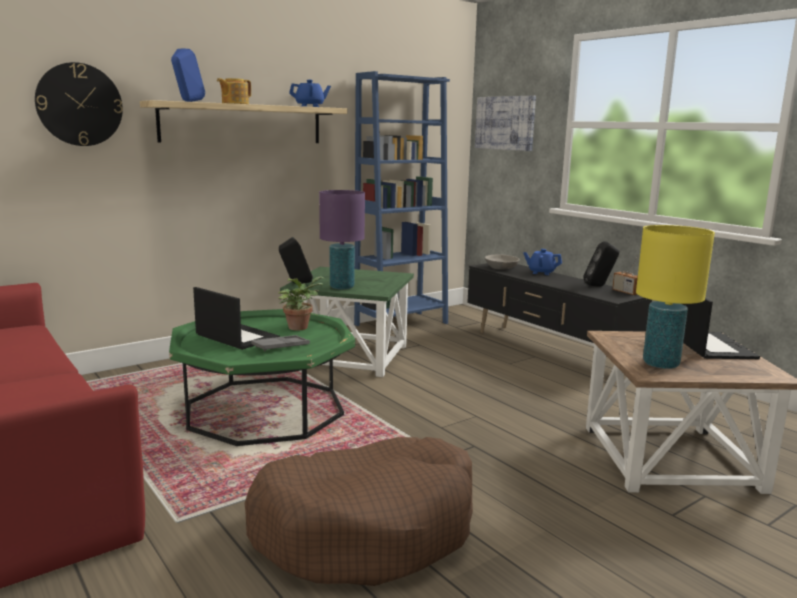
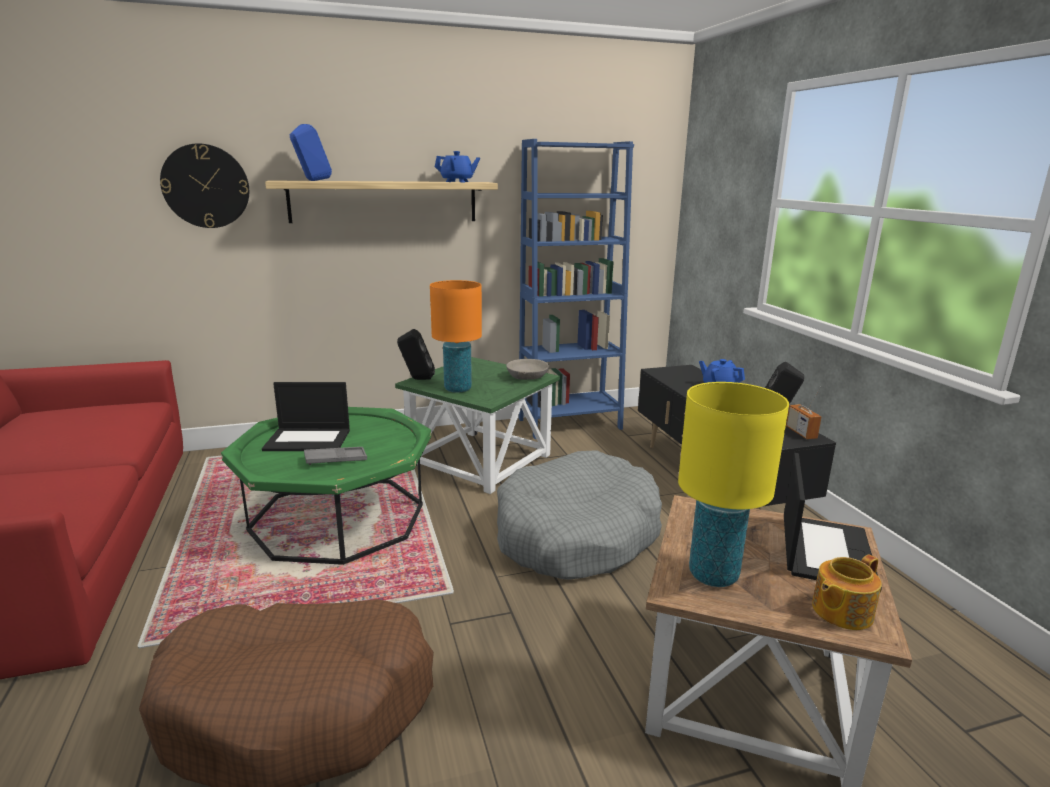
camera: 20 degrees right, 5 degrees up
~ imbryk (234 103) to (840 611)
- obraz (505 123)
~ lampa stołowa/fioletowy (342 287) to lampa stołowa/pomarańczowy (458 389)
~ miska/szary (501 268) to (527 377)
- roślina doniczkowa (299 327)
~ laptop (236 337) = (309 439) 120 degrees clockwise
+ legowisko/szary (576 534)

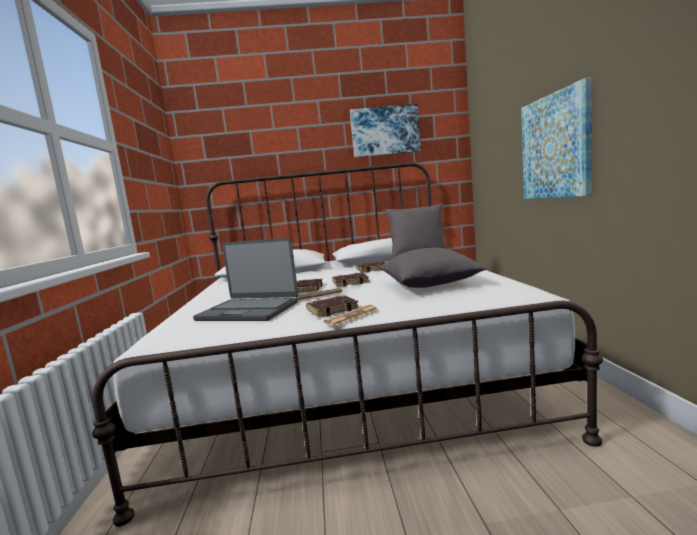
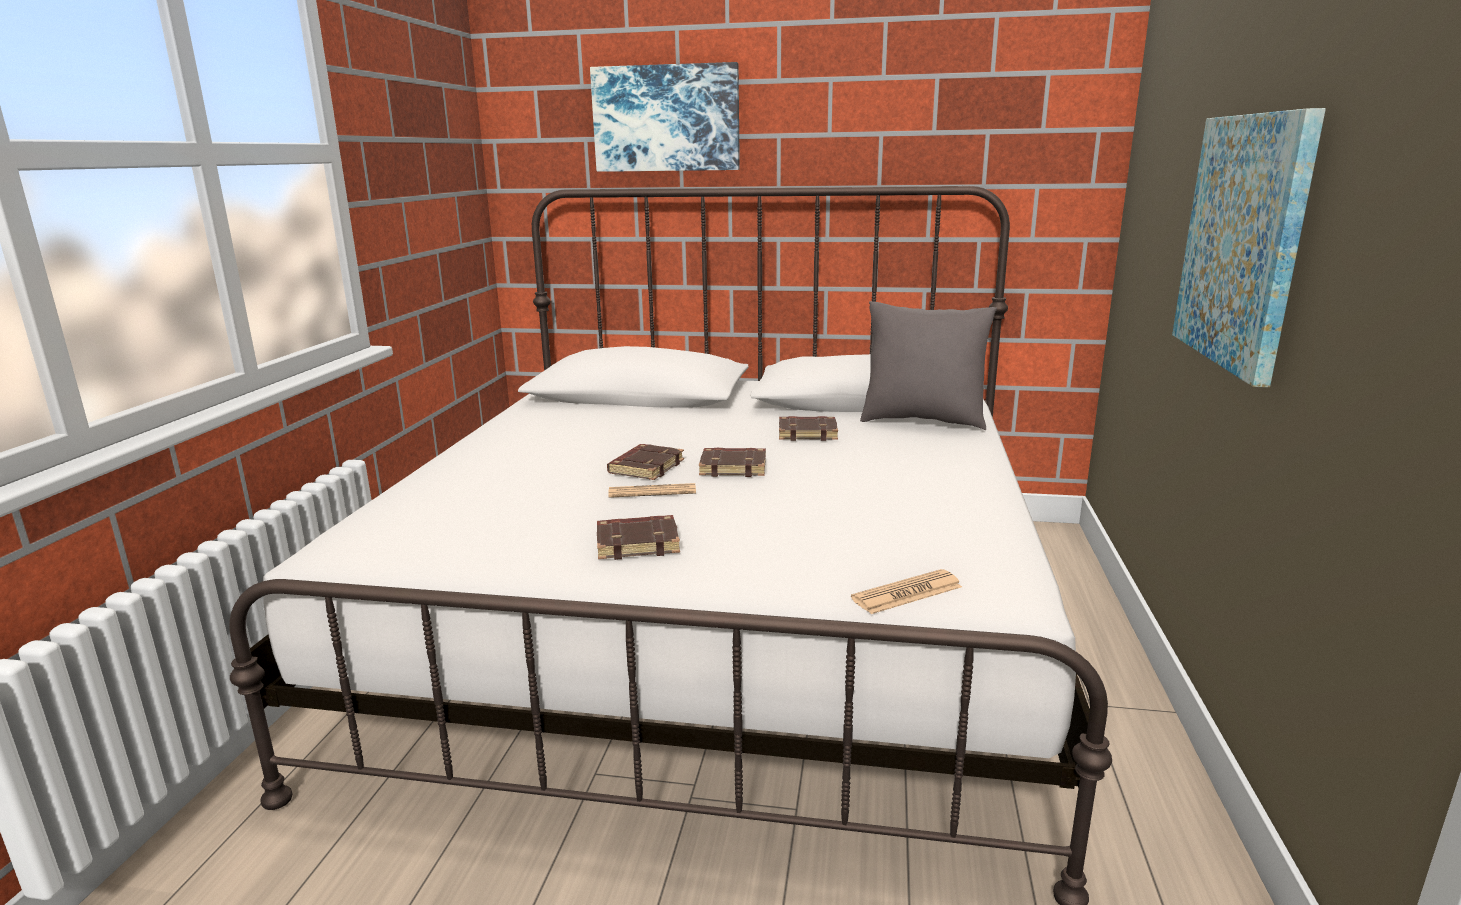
camera: 15 degrees right, 10 degrees up
~ obraz (385 131) to (666 119)
- laptop (249 311)
- poduszka/szary (430 285)
~ gazeta (352 316) to (907 593)

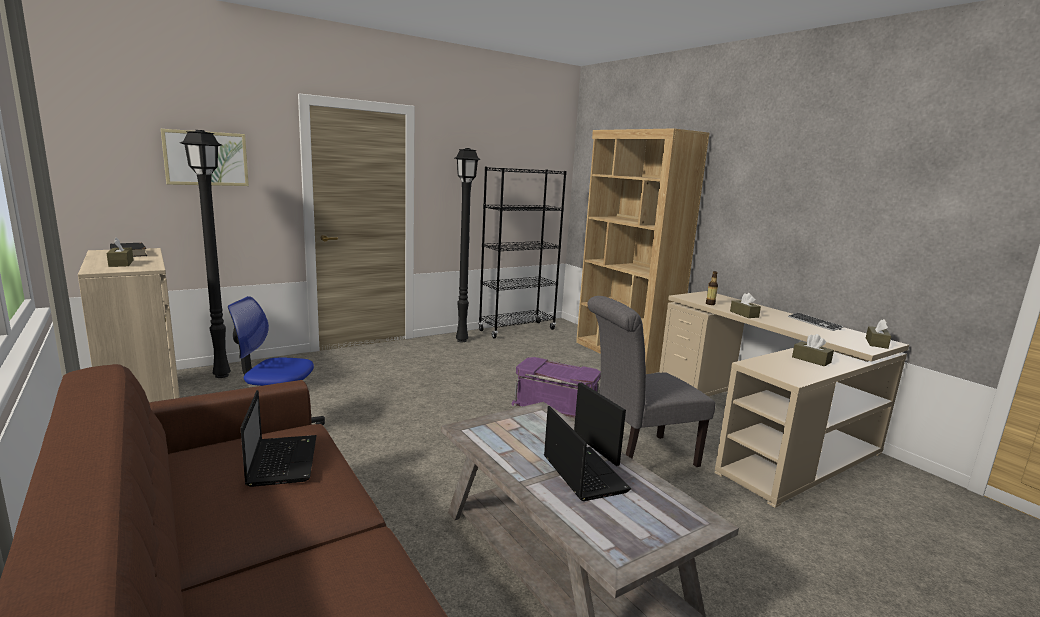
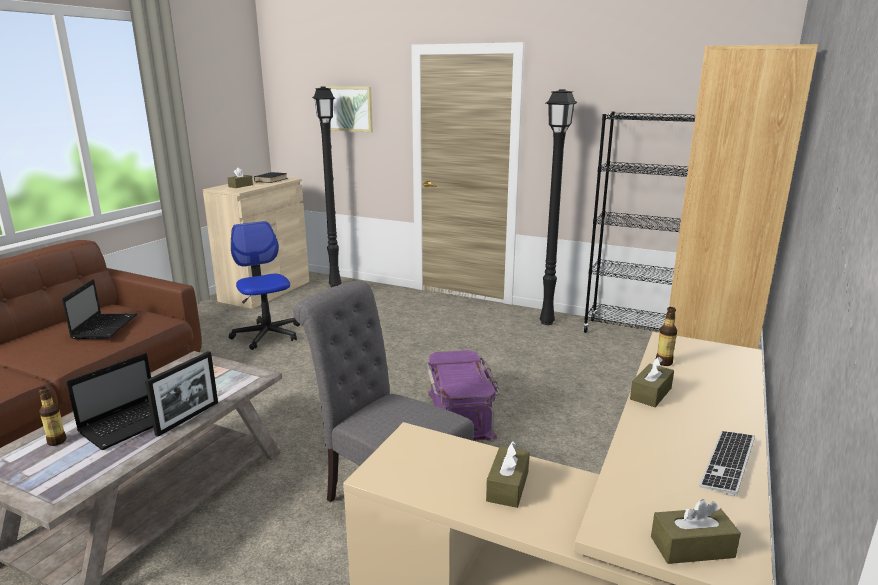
camera: 60 degrees right, 5 degrees up
~ laptop (282 460) = (105 326) 45 degrees counterclockwise
+ butelka (57 441)

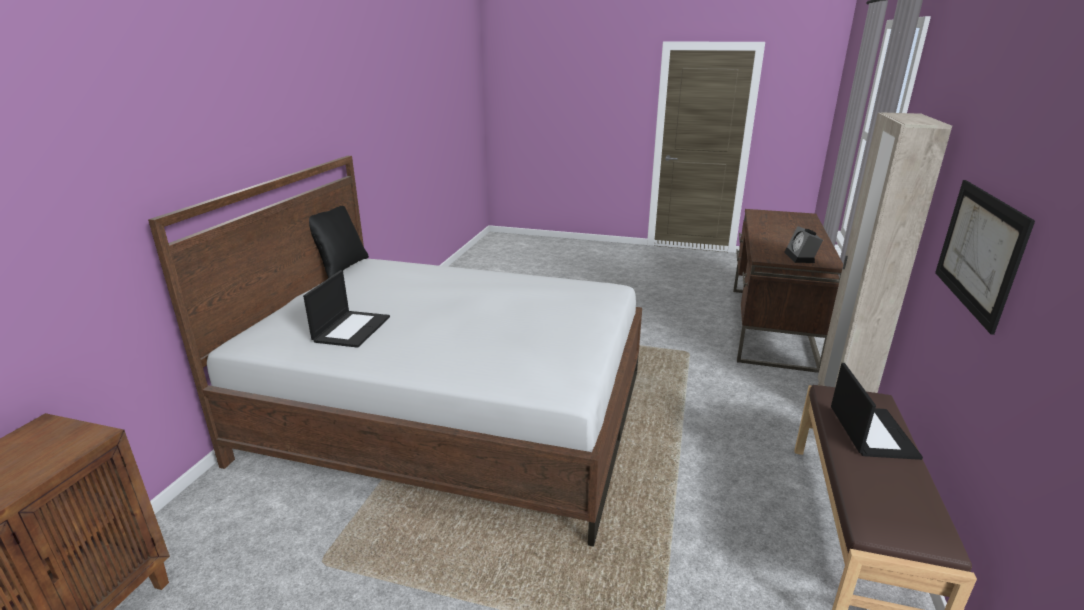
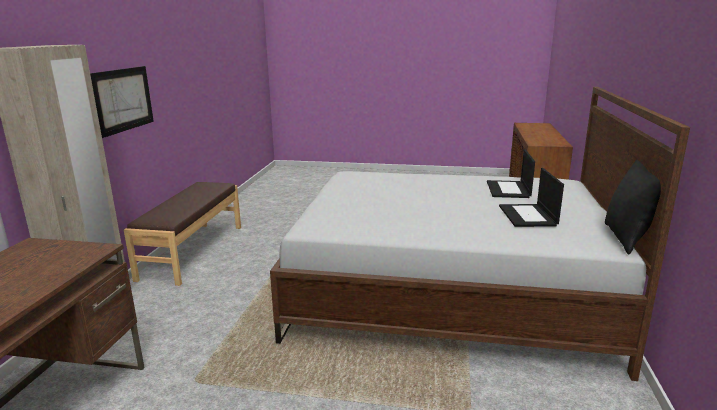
camera: 175 degrees right, 5 degrees down
- budzik (801 258)
~ laptop (871 431) to (528 216)

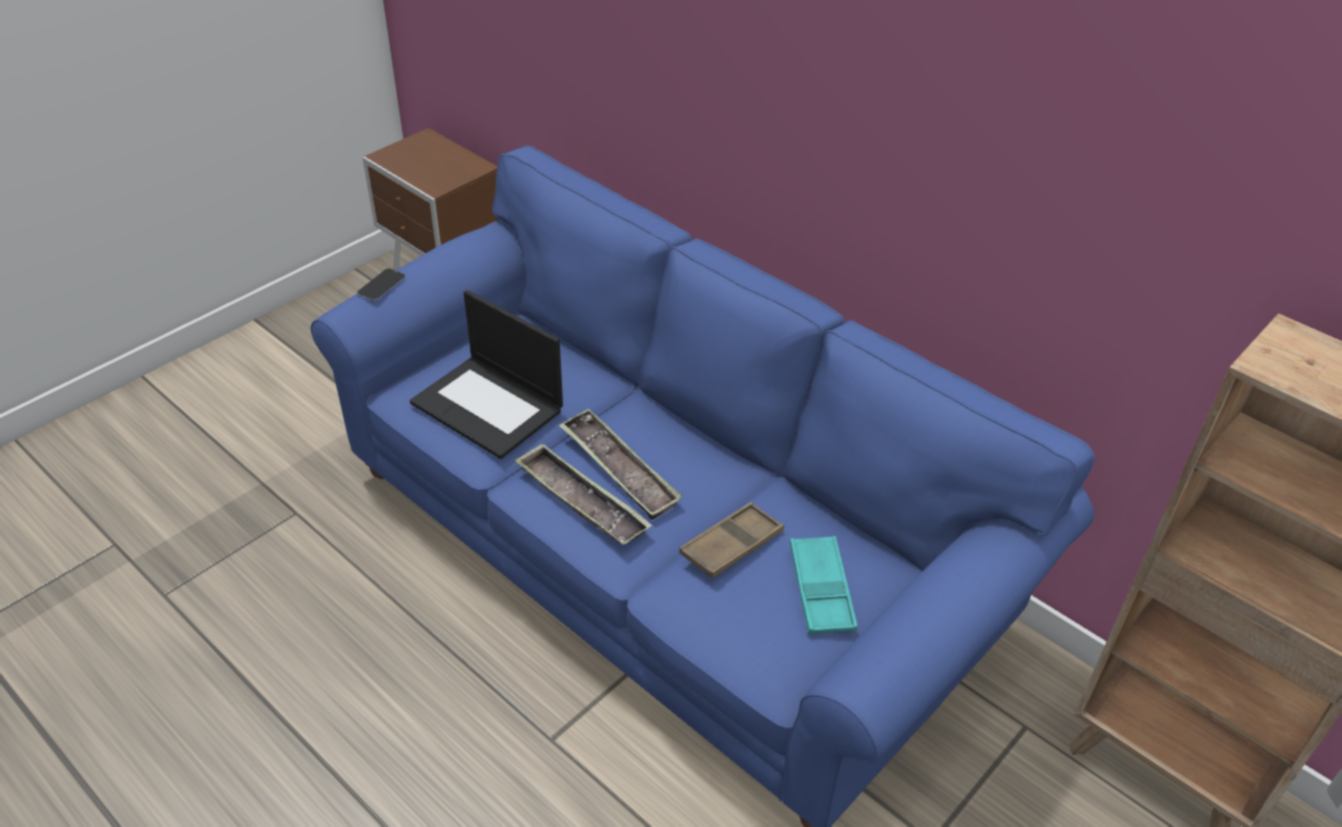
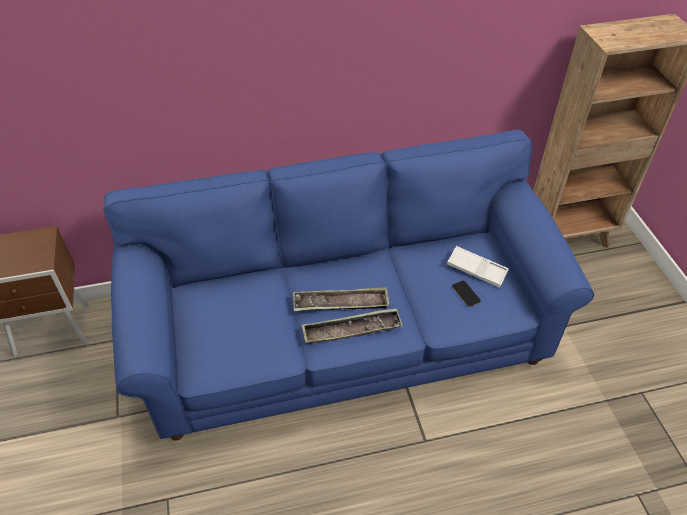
camera: 55 degrees left, 5 degrees up
~ telefon (381 285) to (466 294)
- laptop (489 406)
- taca/brązowy (731 545)
~ taca/turkusowy (821 590) to taca/biały (476 270)

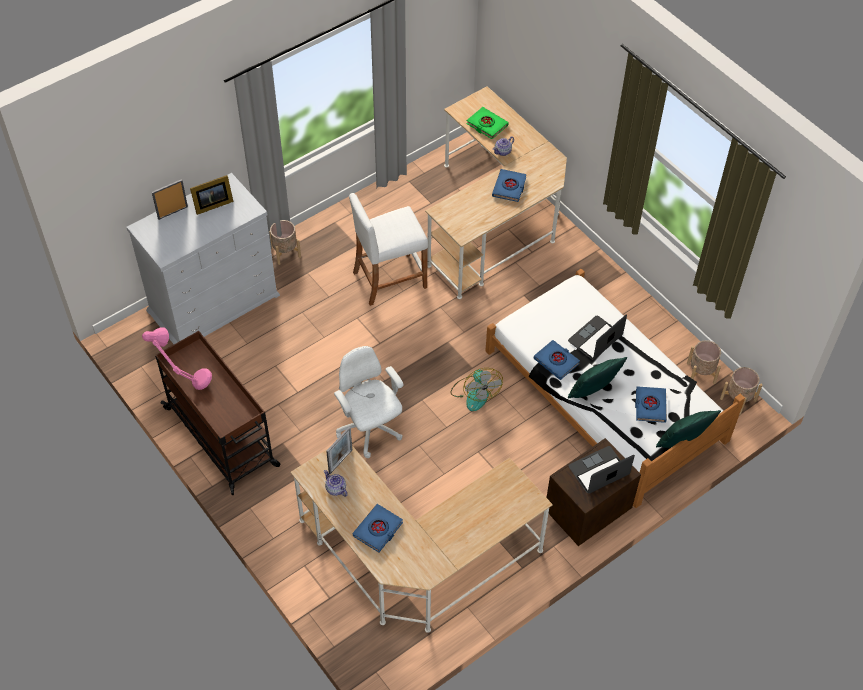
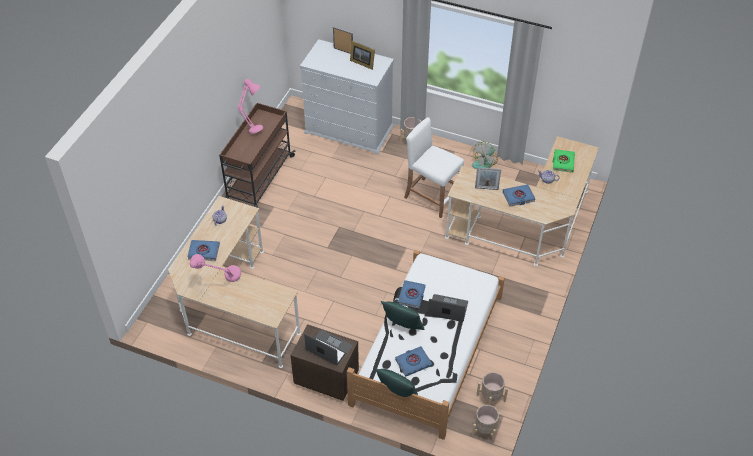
camera: 60 degrees right, 5 degrees down
- krzesło biurowe/biały (370 430)
~ wentylator (474 393) to (485 162)
~ ramka na zdjęcie (340 461) to (486 188)
+ lampa stołowa/różowy (219 283)

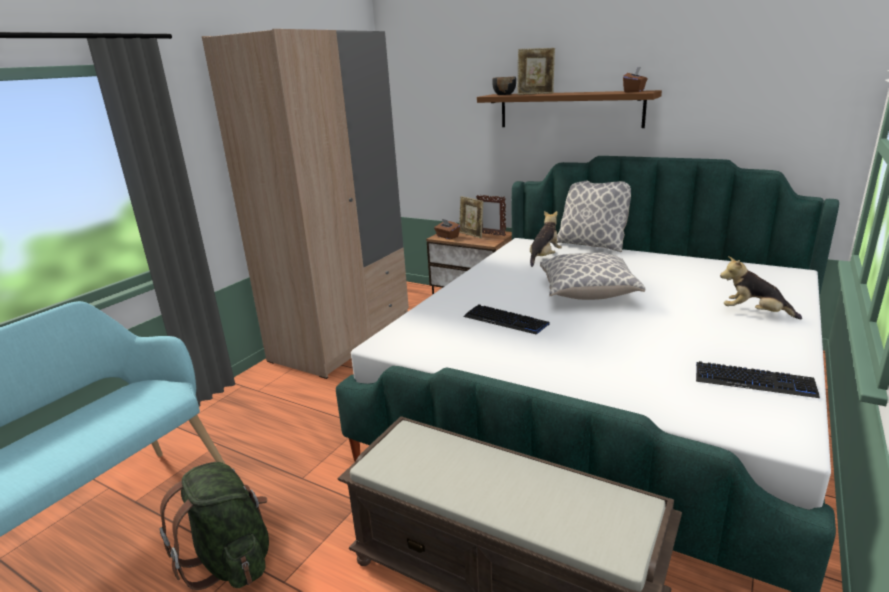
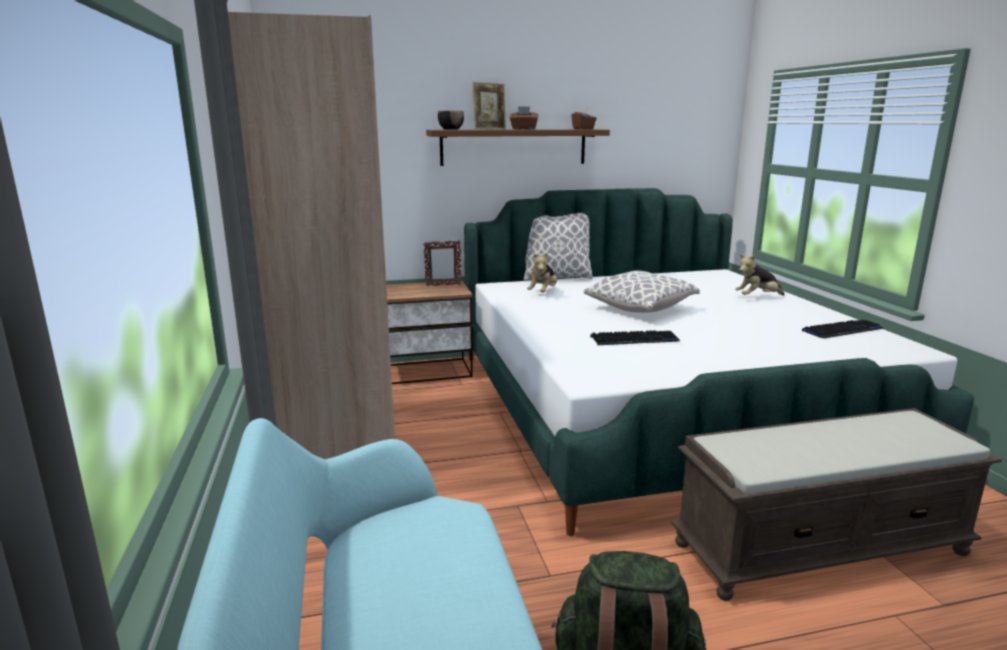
camera: 45 degrees left, 5 degrees down
- ramka na zdjęcie (471 235)
~ pluszak (544 257) = (543 292) 150 degrees counterclockwise
~ pudełko chusteczek/brązowy (447 236) to (523 129)

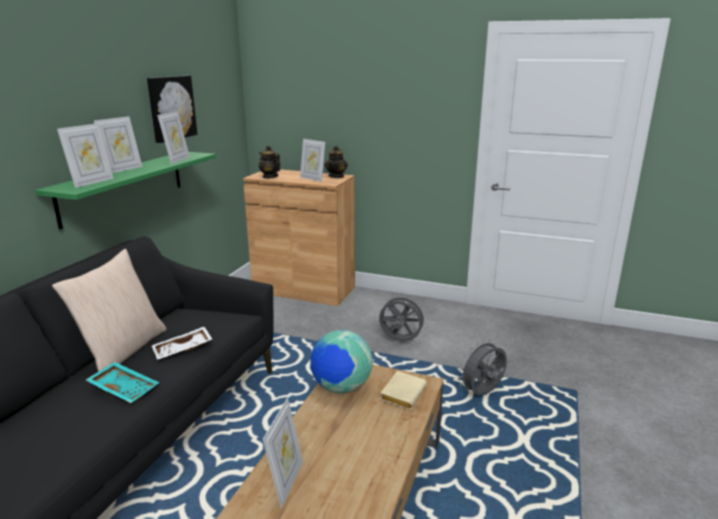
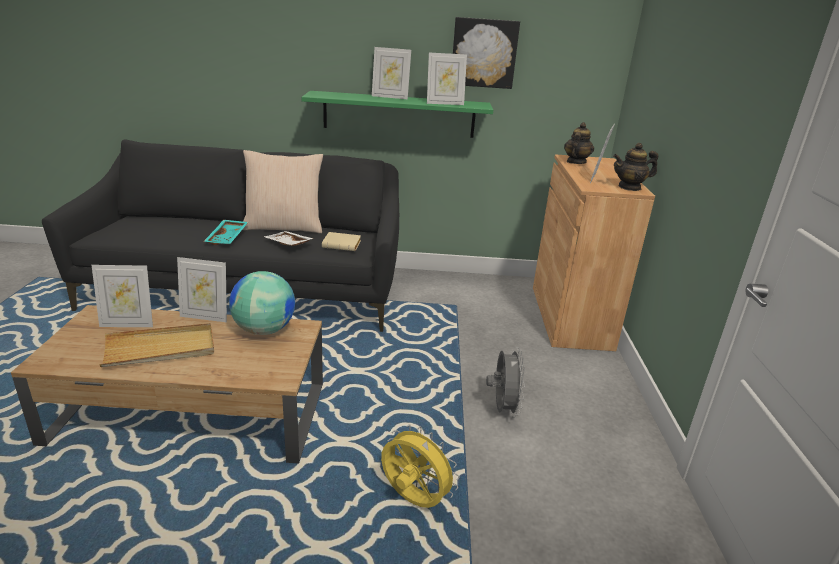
camera: 70 degrees right, 5 degrees up
~ ramka na zdjęcie (91 182) to (205 317)
~ wentylator/szary (482 394) to wentylator/żółty (413 500)
~ książka/beżowy (402 393) to (343 245)
+ taca/beżowy (160 349)

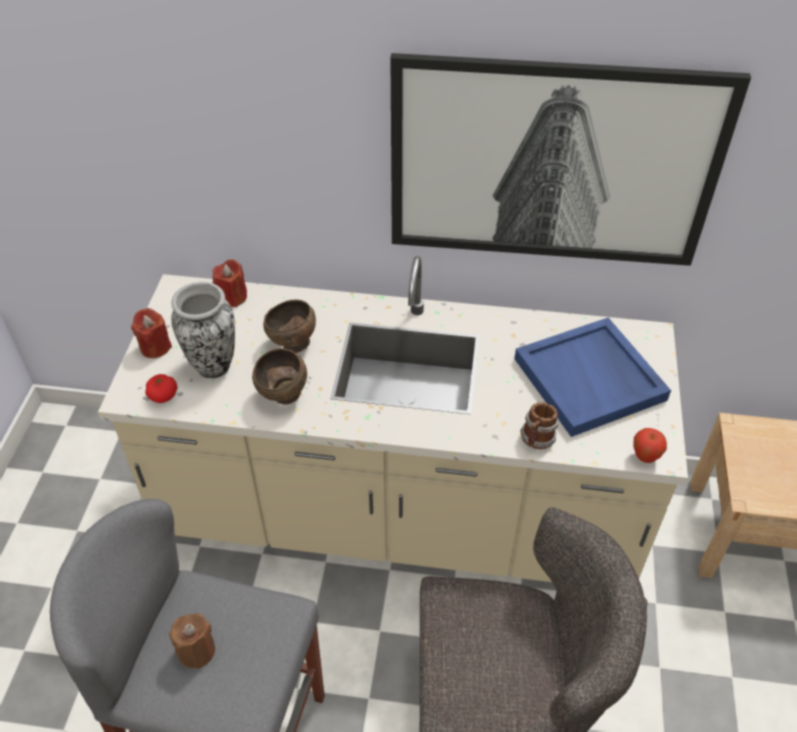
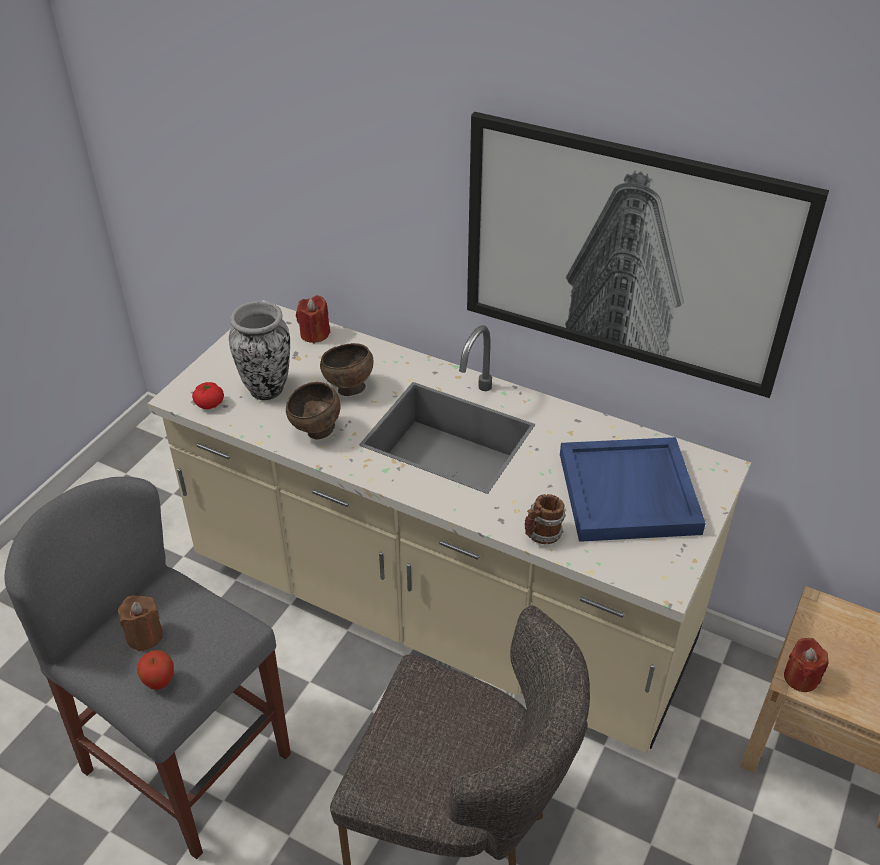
camera: 20 degrees right, 5 degrees down
~ świeca/czerwony (155 347) to (800 677)
~ jabłko (645 457) to (160 682)

